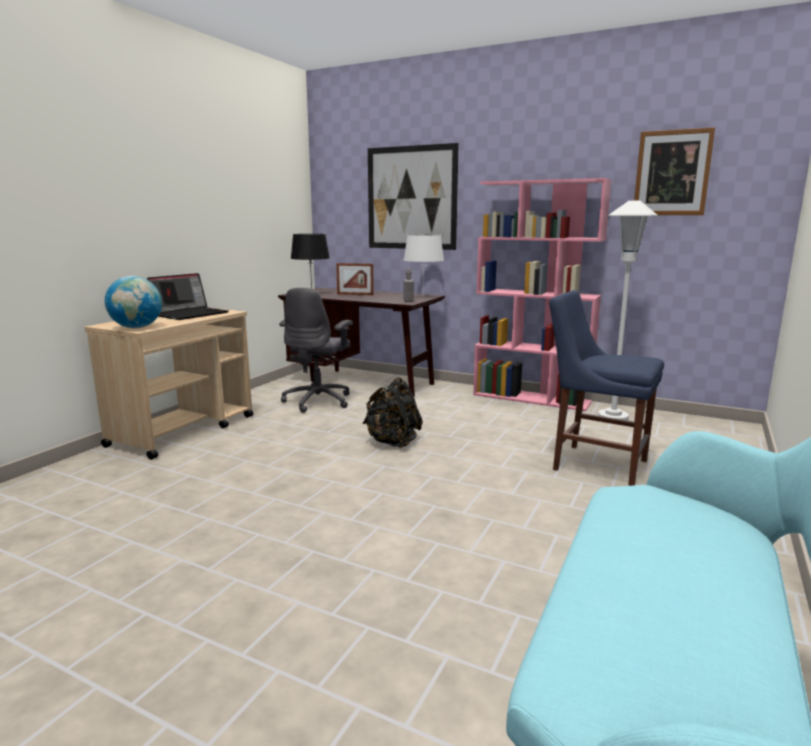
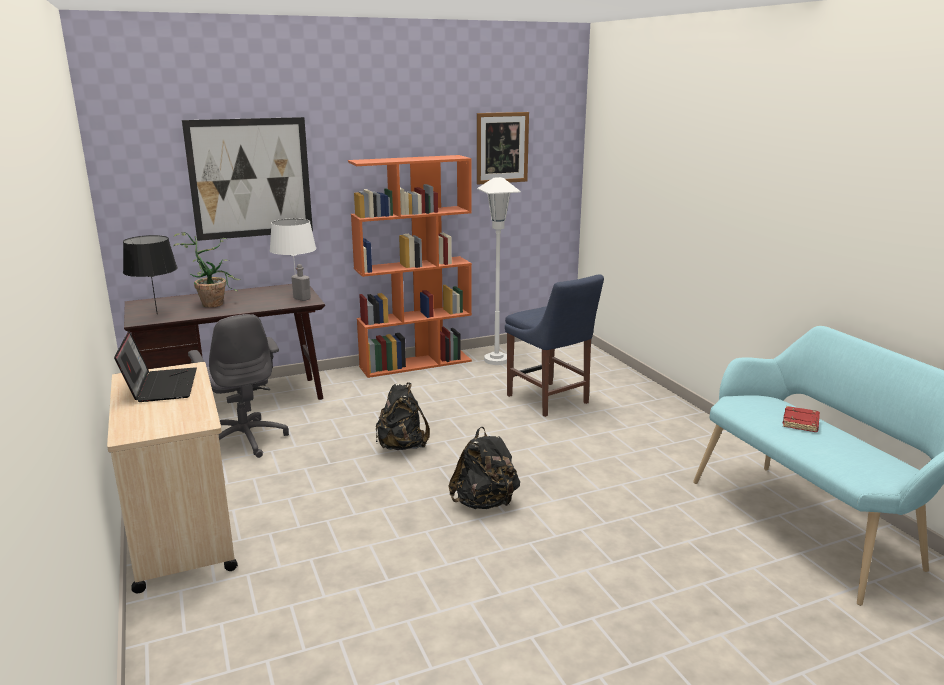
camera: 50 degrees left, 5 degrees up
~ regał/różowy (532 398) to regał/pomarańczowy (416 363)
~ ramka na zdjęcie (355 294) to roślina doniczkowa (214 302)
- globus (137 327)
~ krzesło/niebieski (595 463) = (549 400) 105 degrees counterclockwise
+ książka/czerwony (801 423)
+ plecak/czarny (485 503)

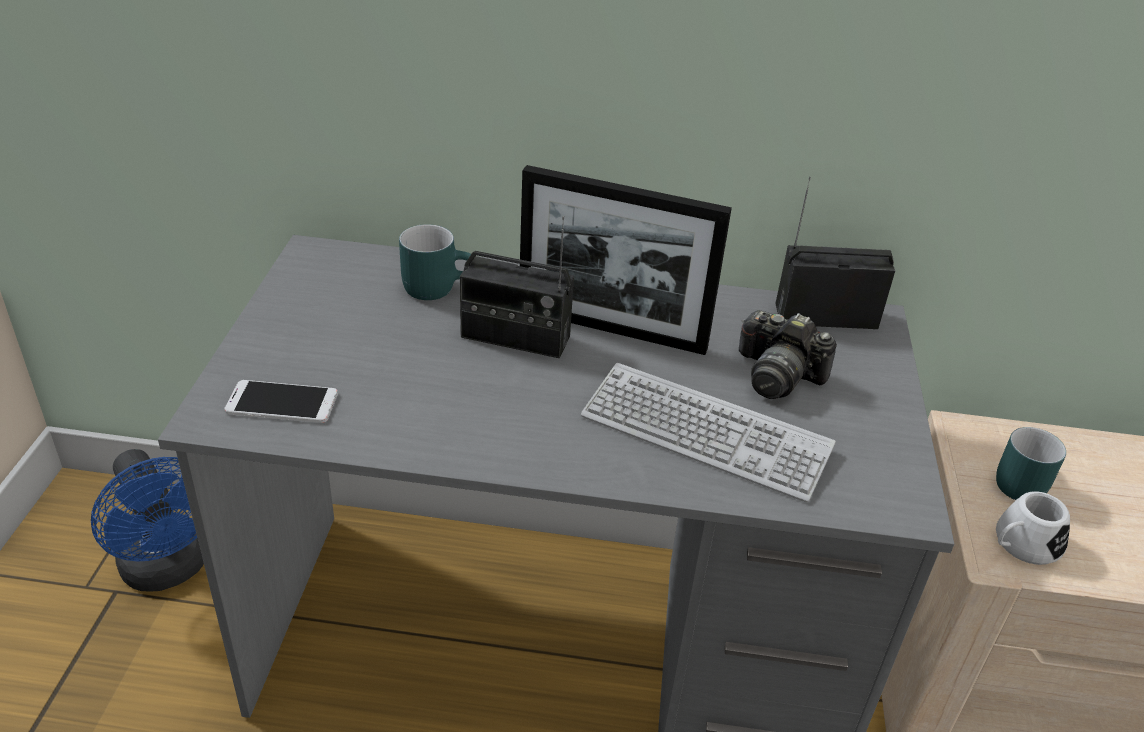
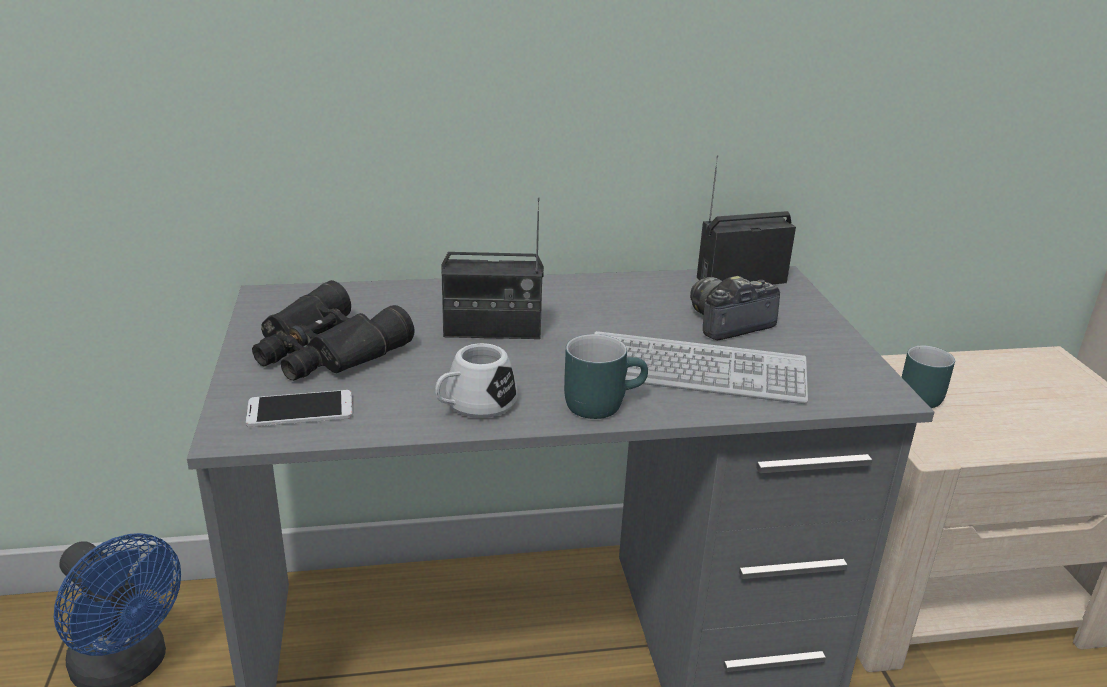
camera: 15 degrees left, 10 degrees down
- ramka na zdjęcie (611 329)
~ kubek/turkusowy (437 286) to (601 402)
~ aparat fotograficzny (777 375) = (728 323) 135 degrees clockwise
~ kubek/biały (1021 545) to (473 405)
+ lornetka/czarny (325 351)

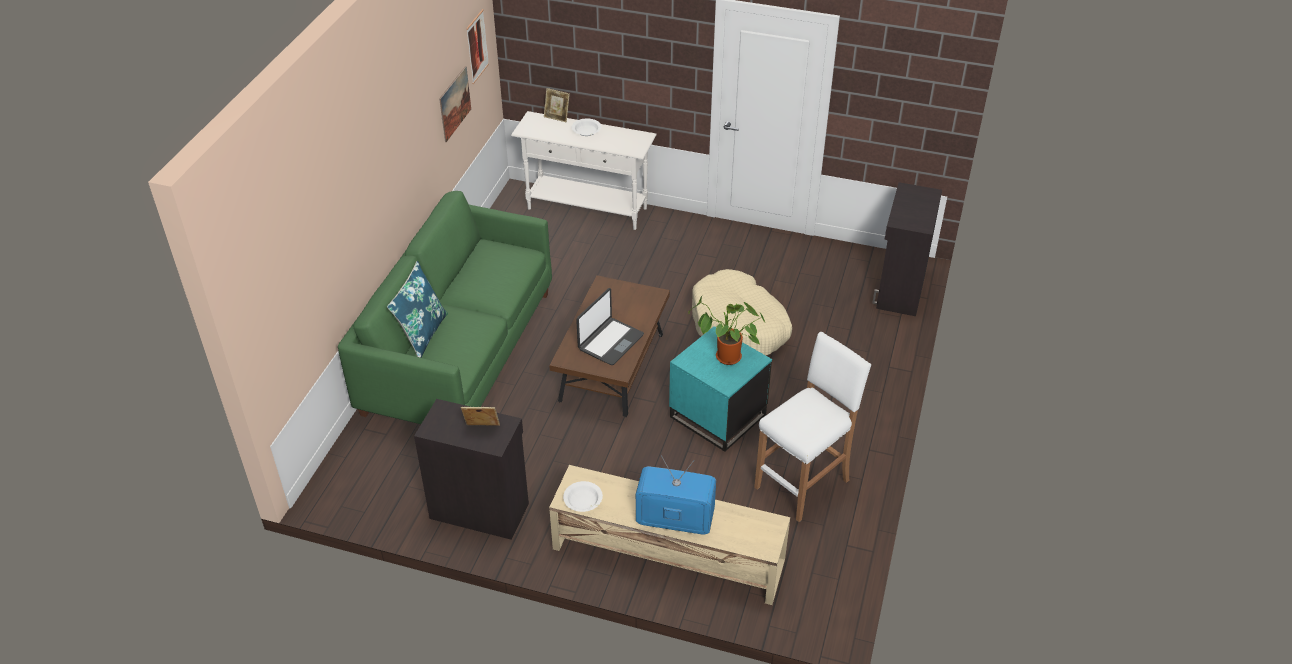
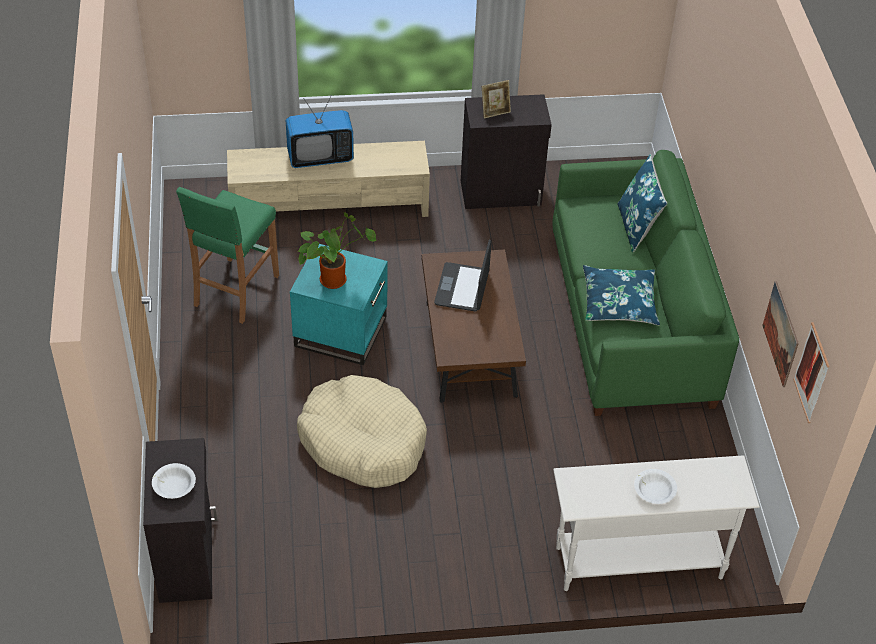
camera: 155 degrees right, 5 degrees up
- ramka na zdjęcie (557 117)
~ stołek/biały (803 483) to stołek/zielony (235 291)
~ miska/biały (583 501) to (174 485)
+ poduszka/niebieski (619 303)

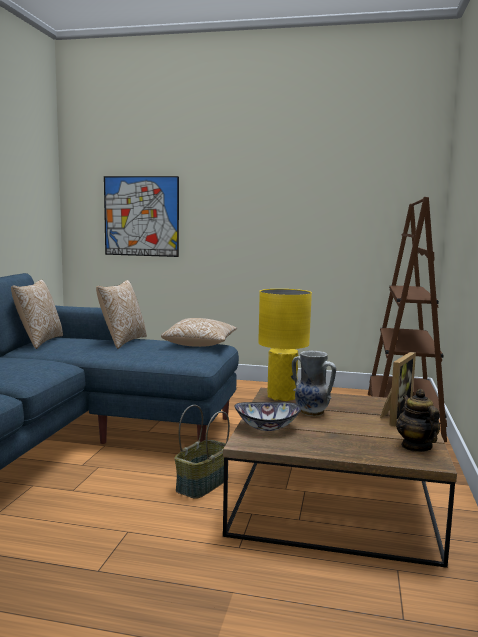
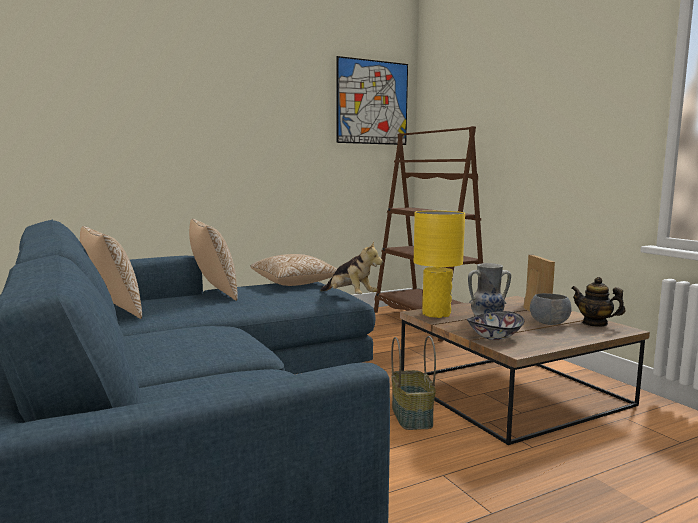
camera: 40 degrees left, 0 degrees up
~ obraz (141 216) to (372 102)
+ pluszak (350 297)
+ miska/szary (549 323)

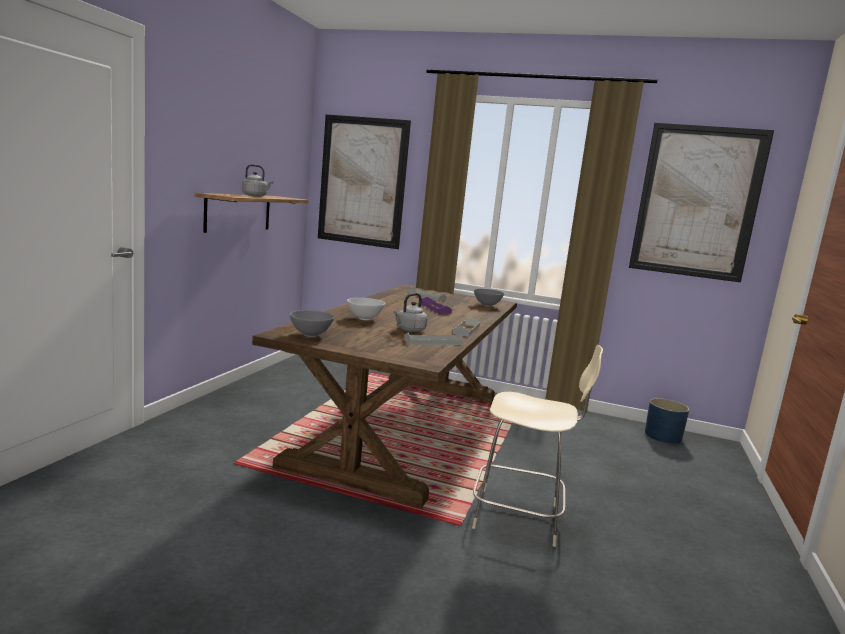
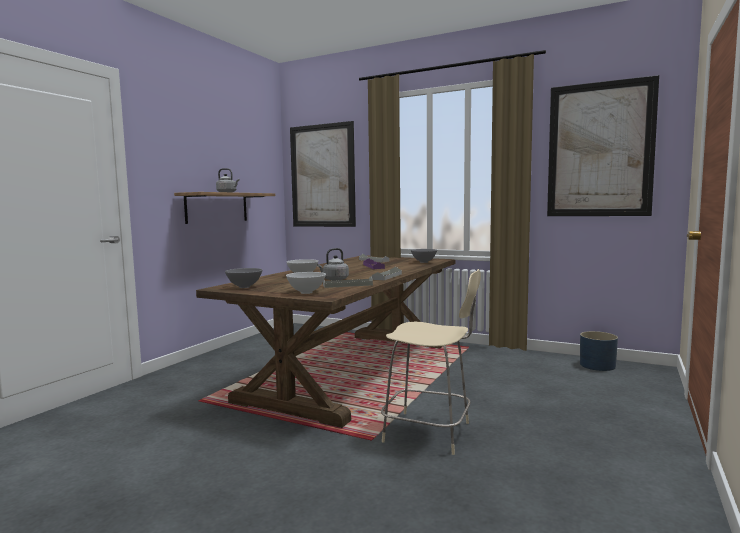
camera: 10 degrees right, 5 degrees down
+ miska/biały (306 292)

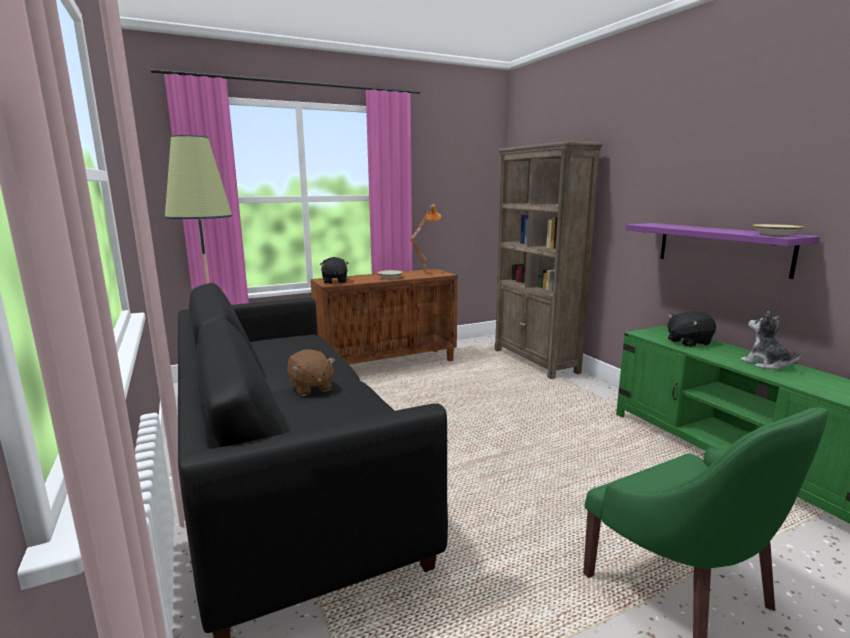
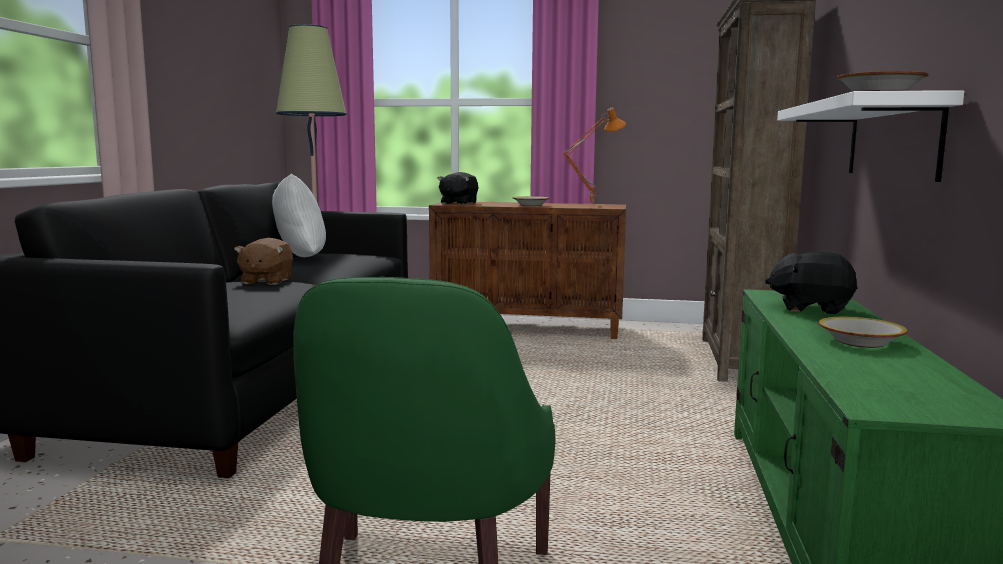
camera: 35 degrees right, 5 degrees down
~ półka/fioletowy (722 248) to półka/biały (891 140)
~ pluszak (766 364) to miska (860 342)
+ poduszka/biały (299 259)

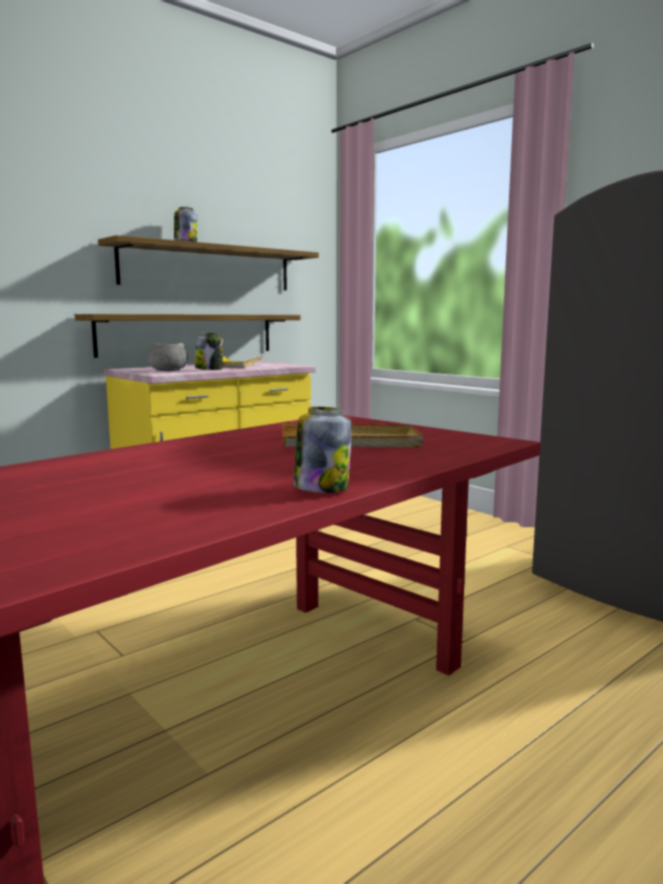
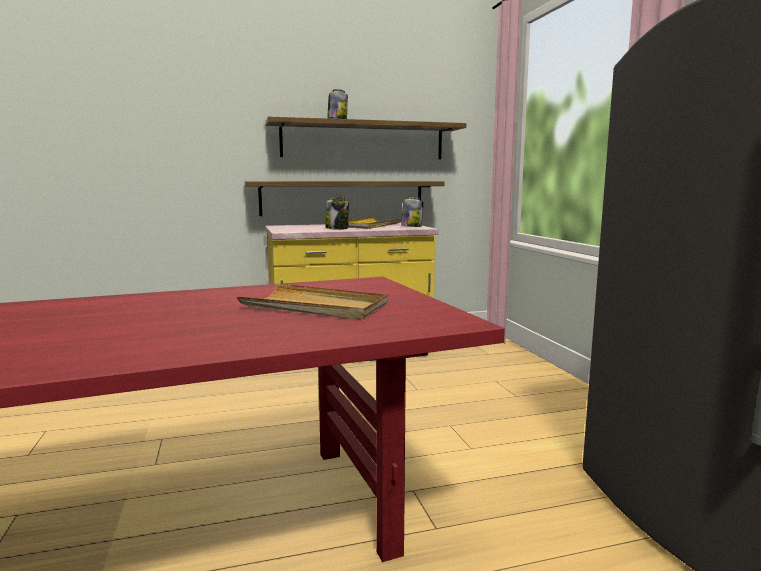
camera: 25 degrees right, 0 degrees up
- miska/szary (168 370)
~ słoik (321 488) to (411 227)

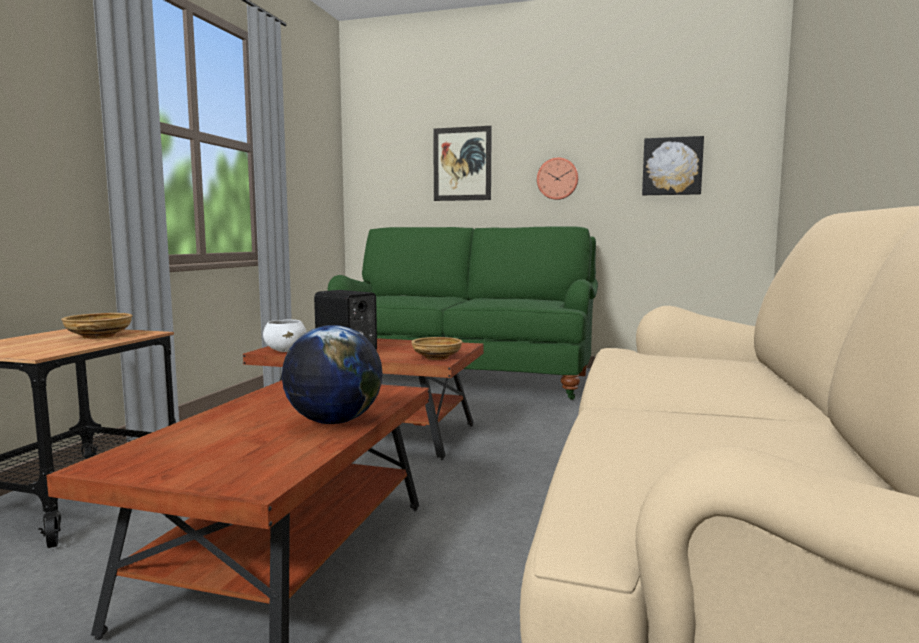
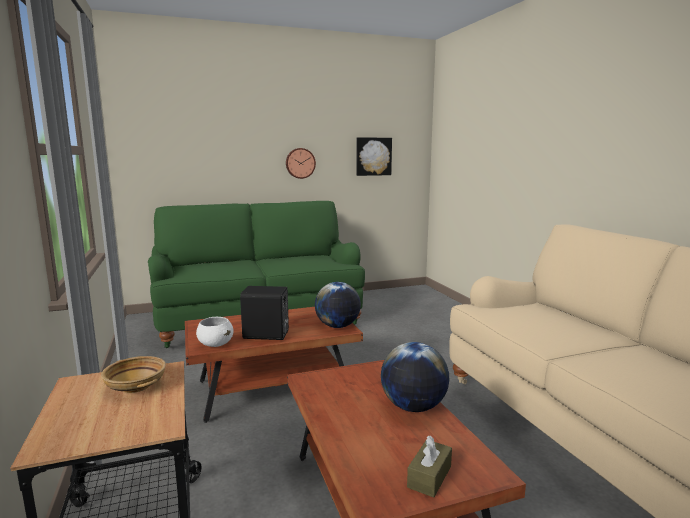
camera: 35 degrees left, 5 degrees up
- obraz (462 164)
~ miska/beżowy (436 357) to globus (337 326)
+ pudełko chusteczek/brązowy (429 476)

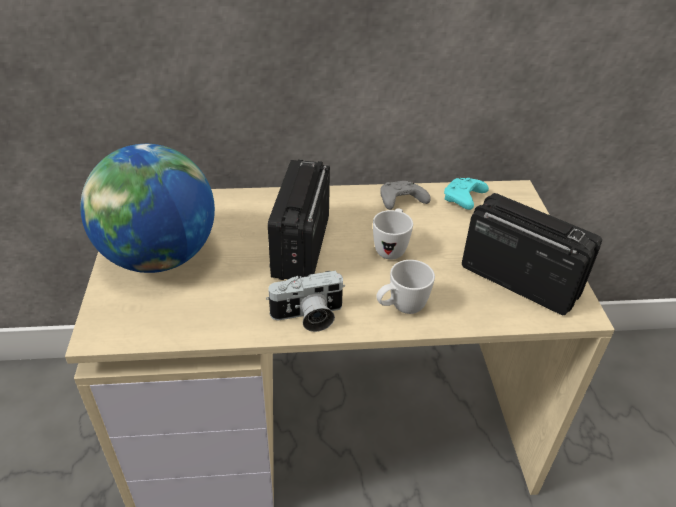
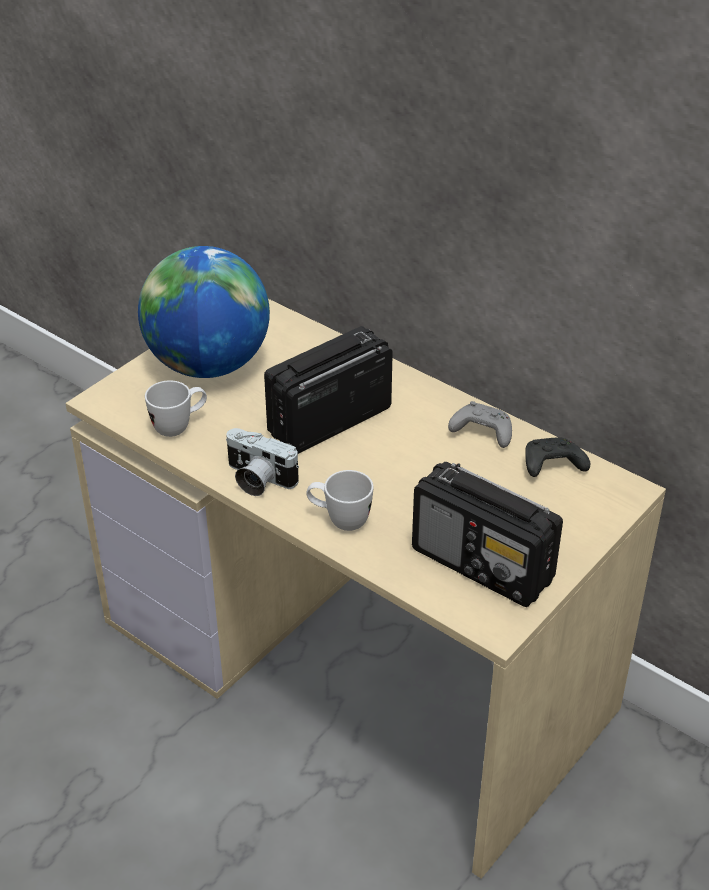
camera: 45 degrees right, 0 degrees up
~ pad do gier/turkusowy (463 200) to pad do gier/czarny (551 466)
~ radio (518 280) = (483 565) 135 degrees clockwise
~ kubek/biały (391 248) to (179 426)

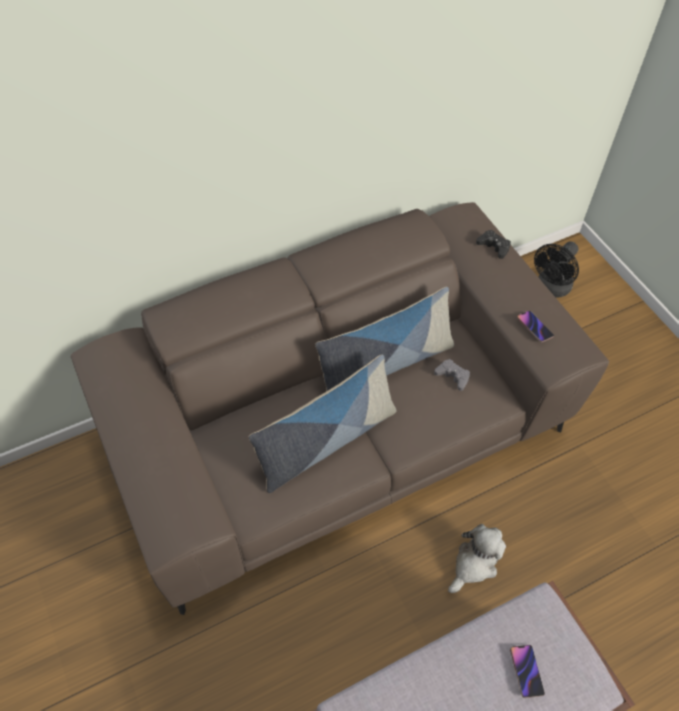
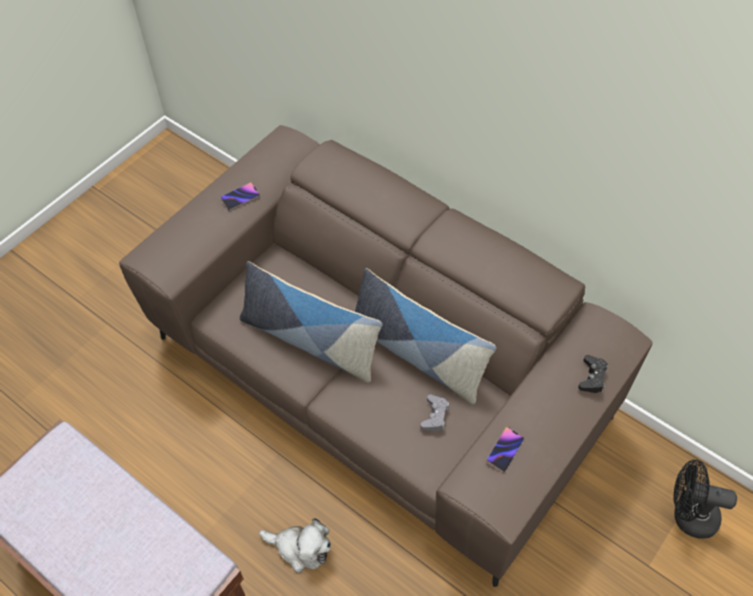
camera: 65 degrees right, 0 degrees up
~ telefon (526 671) to (240 198)

